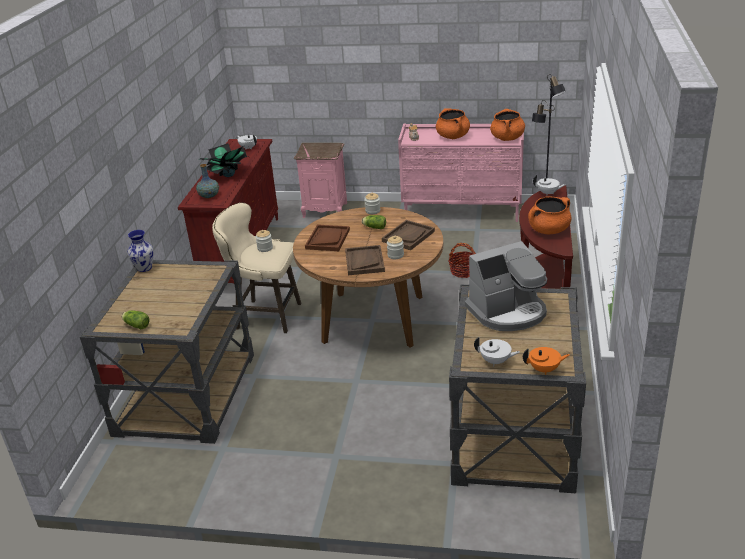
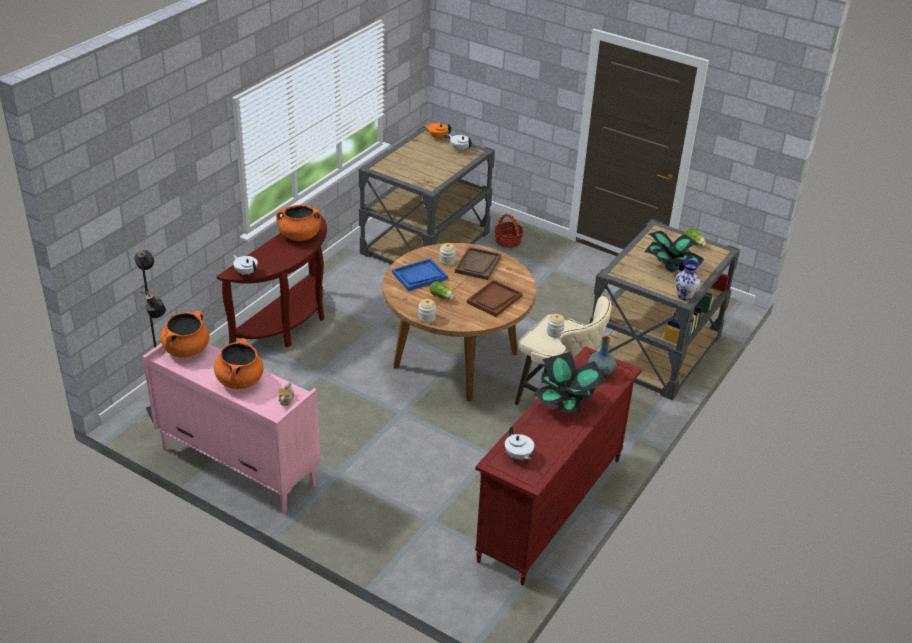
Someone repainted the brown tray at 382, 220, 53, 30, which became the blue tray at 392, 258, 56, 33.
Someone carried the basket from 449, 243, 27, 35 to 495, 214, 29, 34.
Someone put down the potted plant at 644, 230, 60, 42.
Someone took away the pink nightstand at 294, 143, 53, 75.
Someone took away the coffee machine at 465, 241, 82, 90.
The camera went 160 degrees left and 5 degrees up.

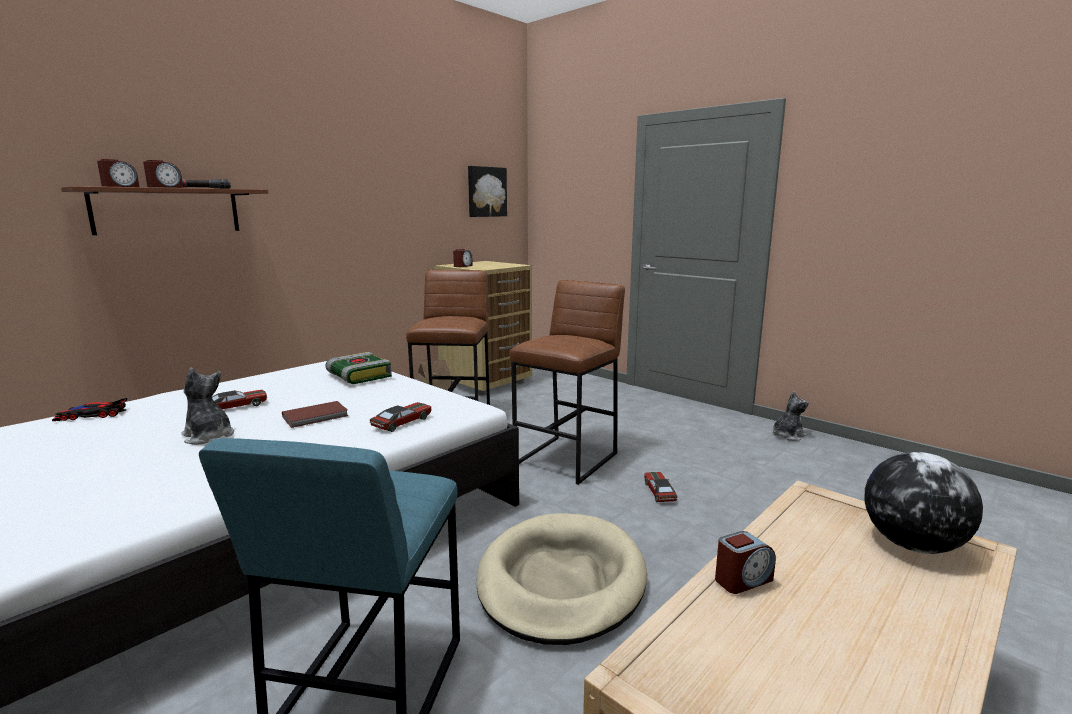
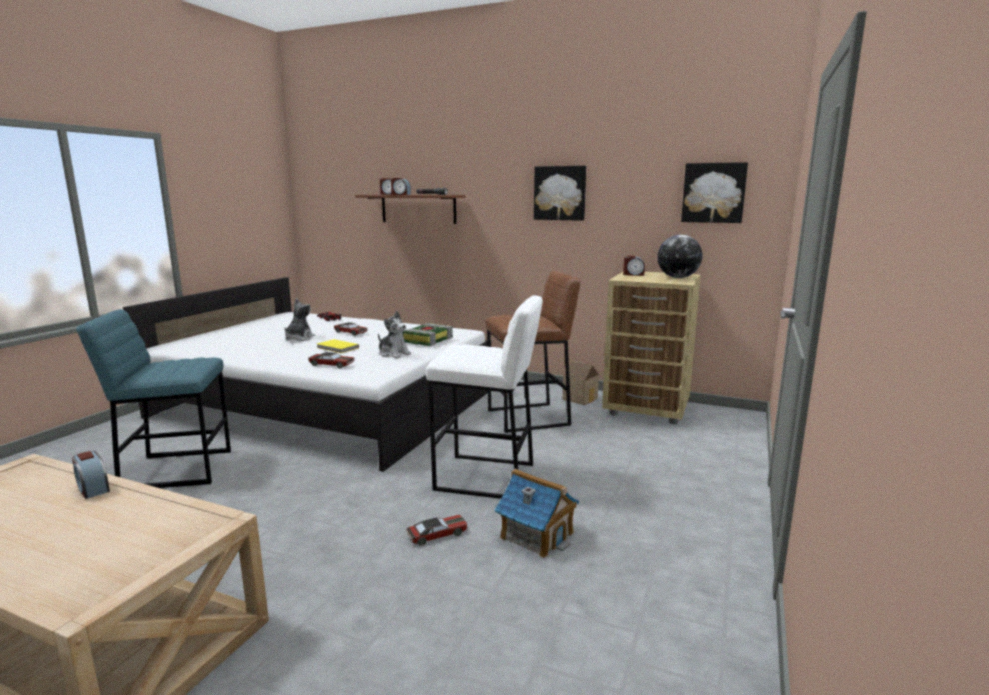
Someone repainted the brown book at 282, 401, 66, 27, which became the yellow book at 317, 339, 42, 14.
Someone carried the plush toy from 772, 391, 37, 50 to 378, 311, 33, 47.
Someone repainted the brown stool at 510, 280, 115, 205, which became the white stool at 426, 295, 117, 204.
Someone put down the toy house at 495, 469, 84, 89.
Someone put up the picture at 534, 166, 52, 55.
Someone carried the globe from 865, 452, 118, 102 to 657, 235, 45, 43.
Someone took away the beige dog bed at 476, 513, 171, 132.
The camera went 70 degrees right and 0 degrees up.

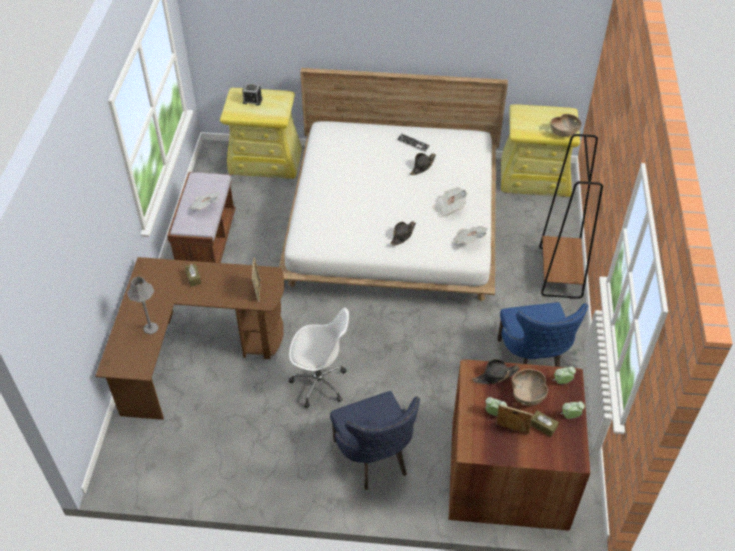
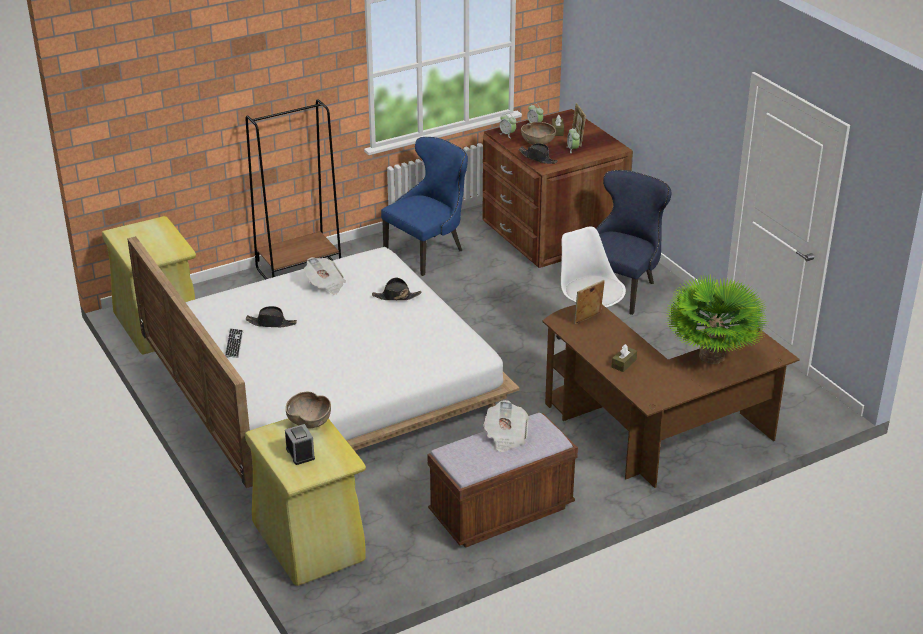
Someone carried the brown bowl from 551, 114, 31, 23 to 286, 392, 45, 37.
Someone swapped the grey table lamp at 127, 276, 32, 59 for the potted plant at 666, 275, 102, 89.
Someone took away the newspaper at 453, 226, 35, 18.
The camera went 125 degrees left and 15 degrees down.

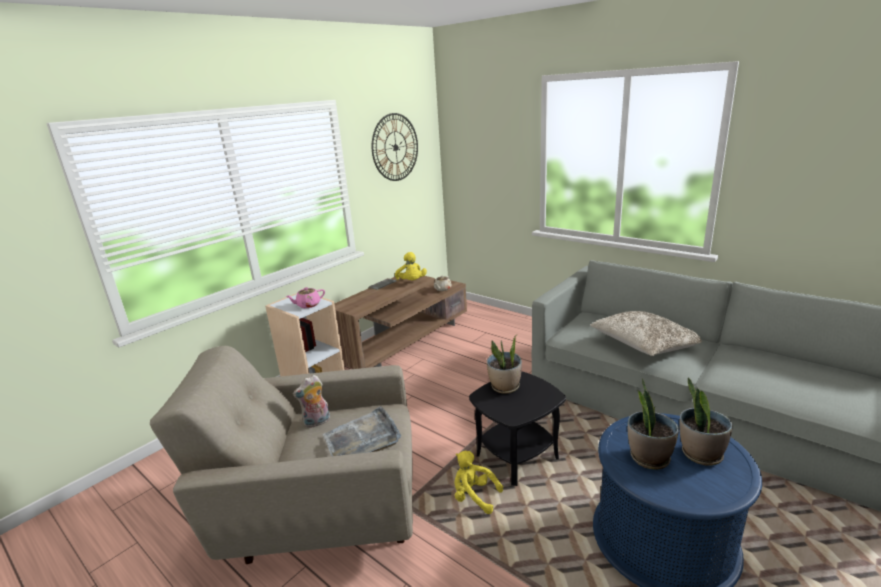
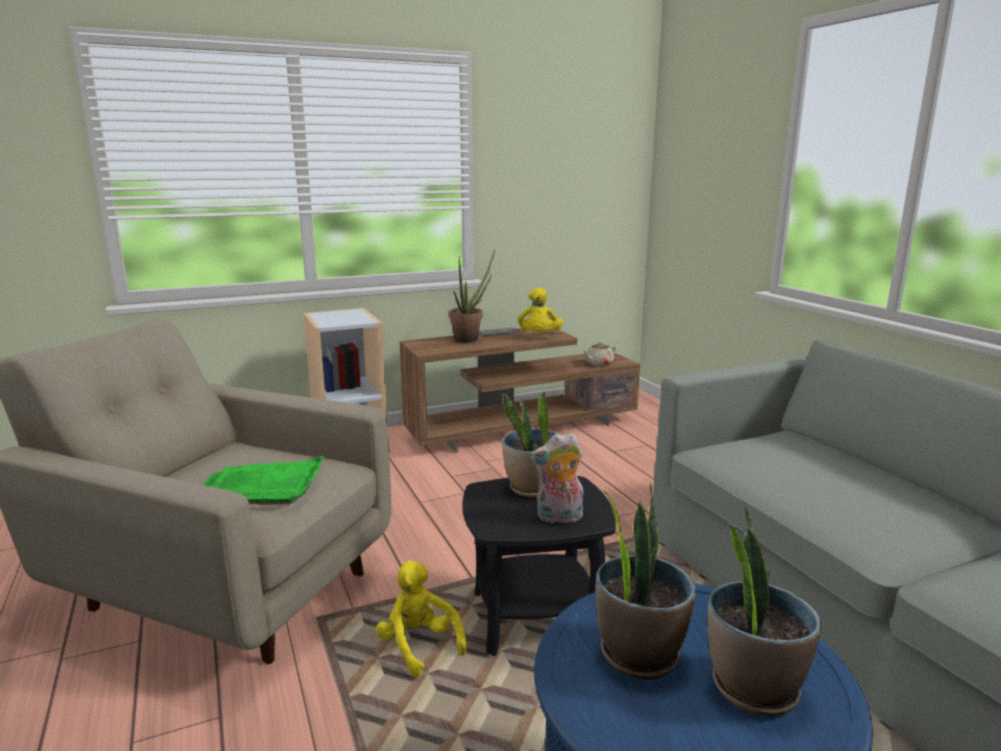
Someone repainted the grey tray at 322, 406, 79, 50, which became the green tray at 203, 456, 121, 49.
Someone put down the potted plant at 449, 249, 46, 93.
Someone carried the plush toy from 293, 375, 37, 53 to 530, 432, 53, 91.
Someone took away the pink teapot at 286, 287, 39, 21.
Someone took away the wall clock at 372, 113, 46, 68.
Someone took away the beige pillow at 590, 311, 112, 45.
The camera went 25 degrees right and 5 degrees down.

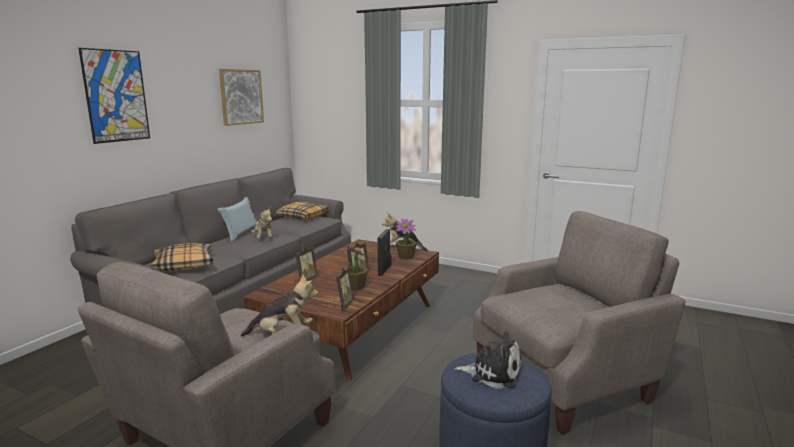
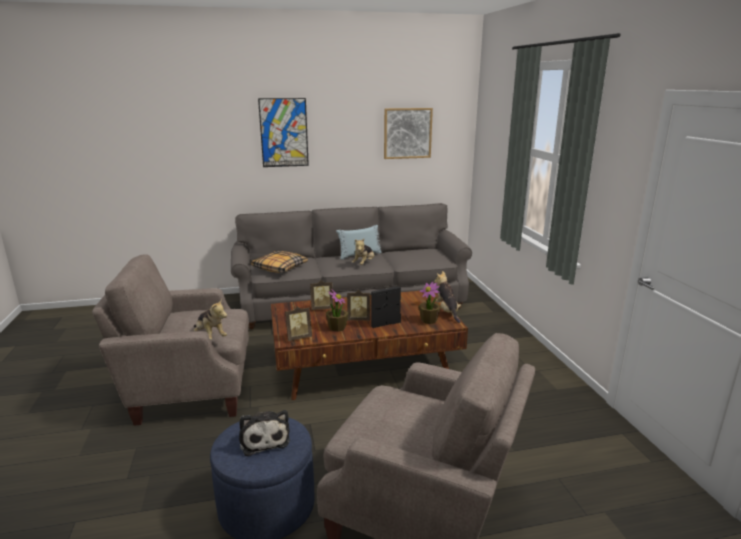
Someone took away the pillow at 276, 202, 53, 18.
The camera went 50 degrees right and 5 degrees up.

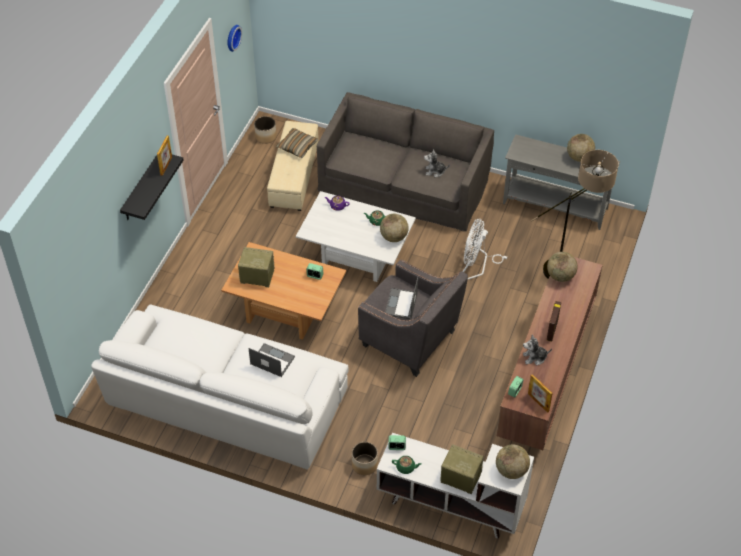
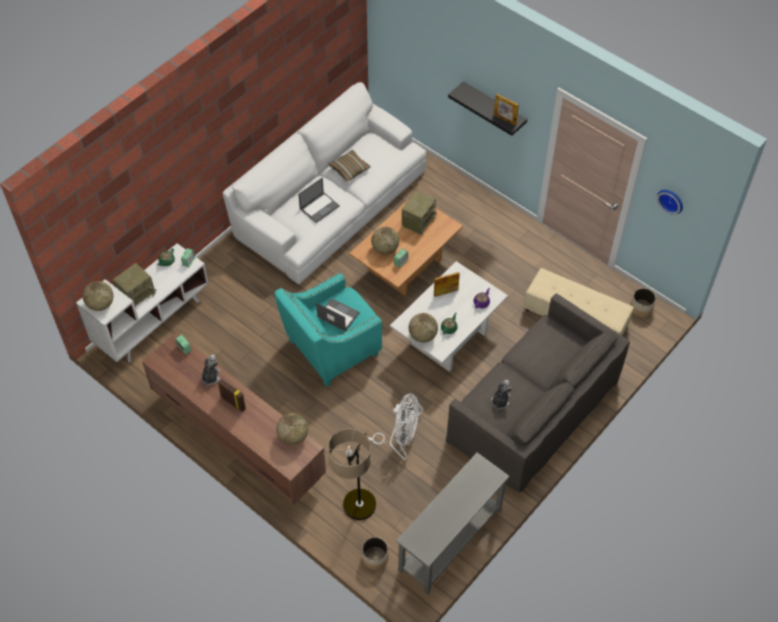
Someone repainted the grey armchair at 358, 260, 110, 117, which became the turquoise armchair at 274, 273, 108, 114.
Someone carried the pillow from 276, 128, 42, 30 to 328, 150, 42, 32.
Someone carried the planter from 352, 442, 26, 33 to 362, 537, 26, 33.
Someone rotated the white fan at 462, 219, 46, 61 by 75 degrees clockwise.
Someone carried the globe from 567, 134, 28, 28 to 371, 227, 28, 28.
Someone carried the picture frame from 528, 374, 25, 39 to 434, 272, 26, 25.
The camera went 110 degrees right and 5 degrees up.

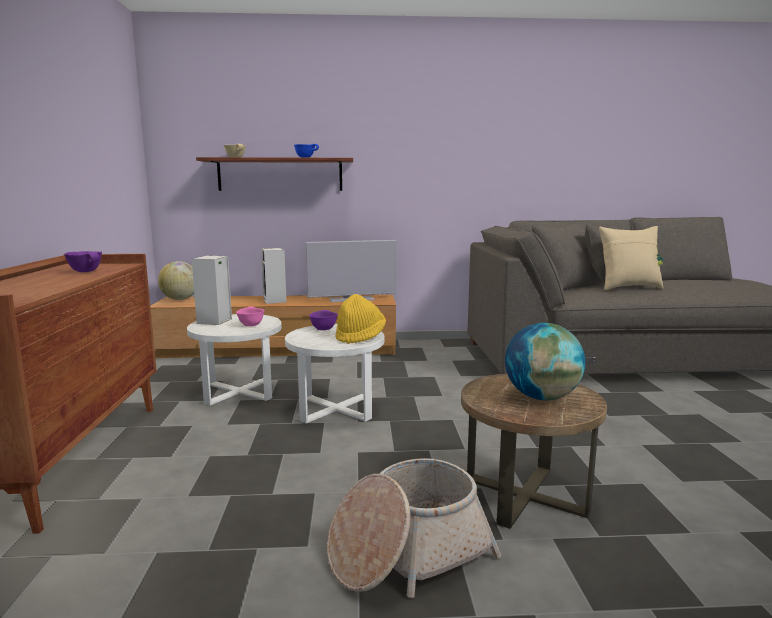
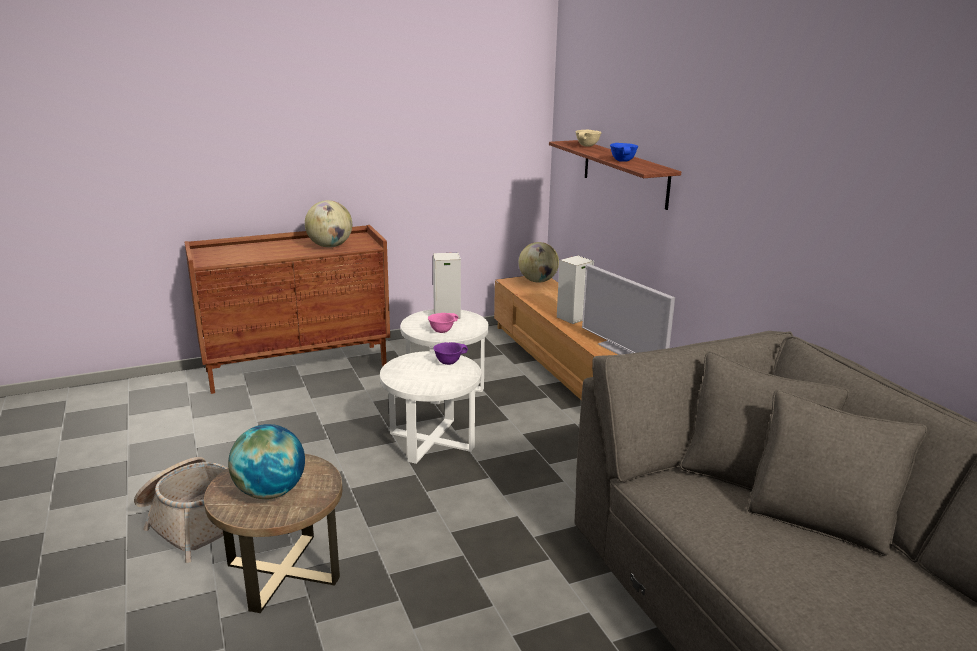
Someone swapped the purple bowl at 64, 251, 38, 21 for the globe at 305, 200, 47, 48.
Someone took away the yellow hat at 335, 294, 51, 50.
Someone took away the beige pillow at 599, 226, 65, 64.
The camera went 70 degrees right and 10 degrees up.

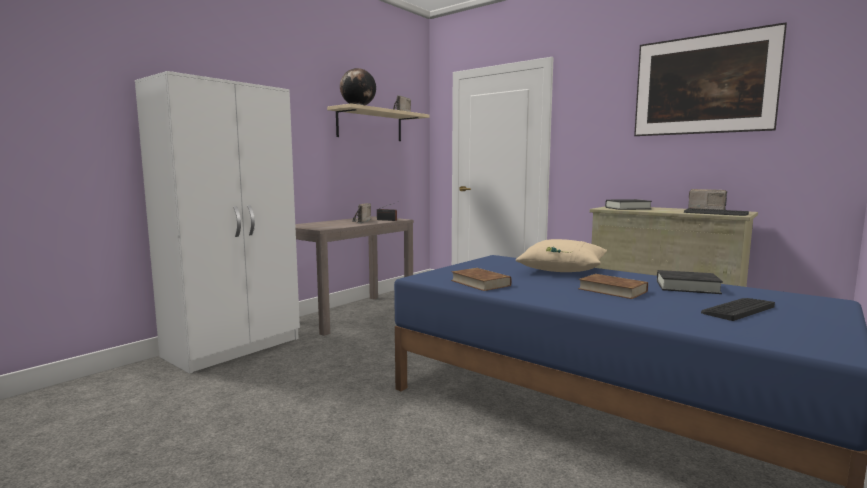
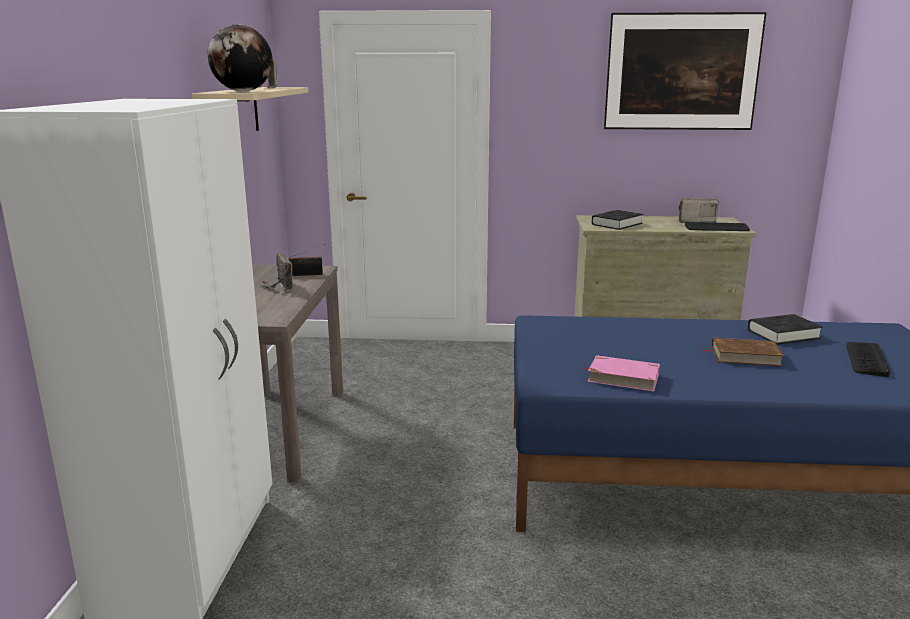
Someone repainted the brown book at 451, 268, 61, 23, which became the pink book at 582, 355, 78, 37.
Someone took away the beige pillow at 516, 239, 91, 33.
The camera went 35 degrees left and 10 degrees up.

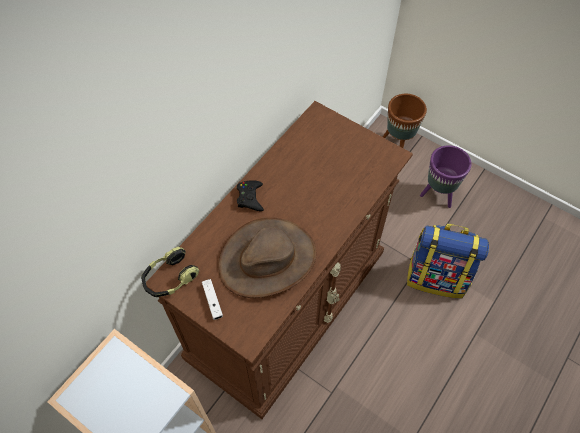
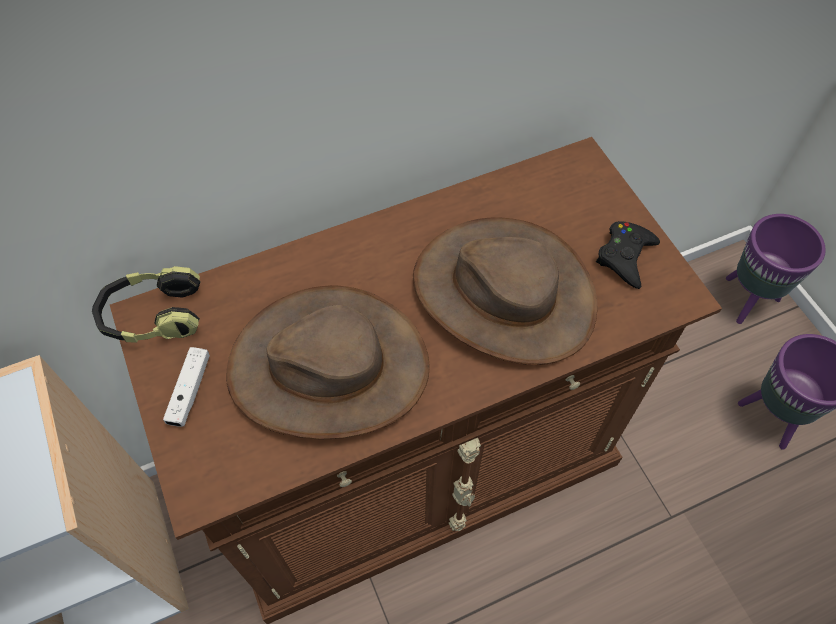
Someone put down the brown hat at 413, 217, 184, 148.
Someone carried the black game controller from 237, 180, 27, 31 to 596, 221, 64, 68.
Someone repainted the brown planter at 383, 94, 44, 54, which became the purple planter at 726, 214, 100, 110.
Someone took away the backpack at 407, 224, 82, 75.
The camera went 30 degrees right and 0 degrees up.

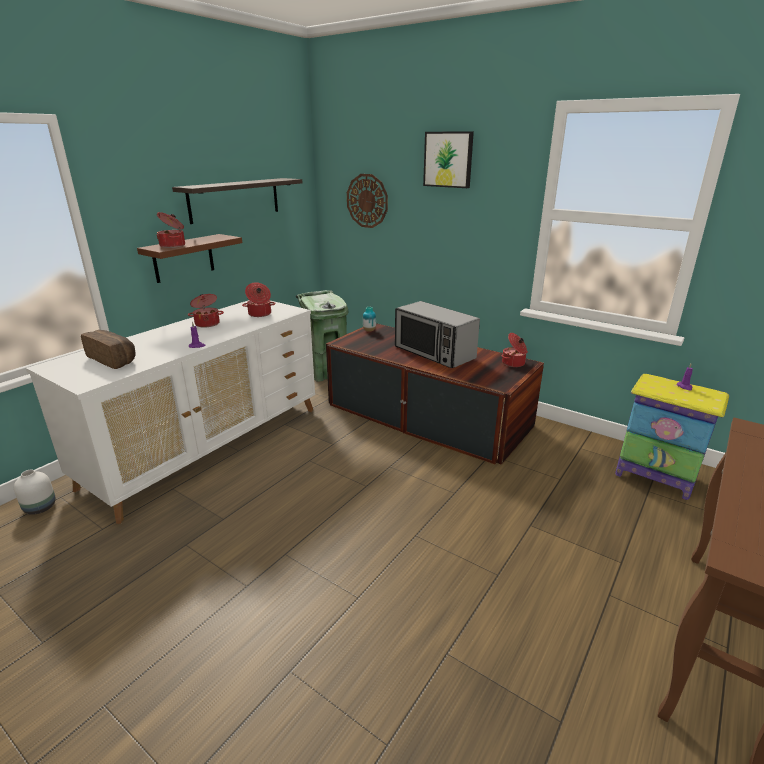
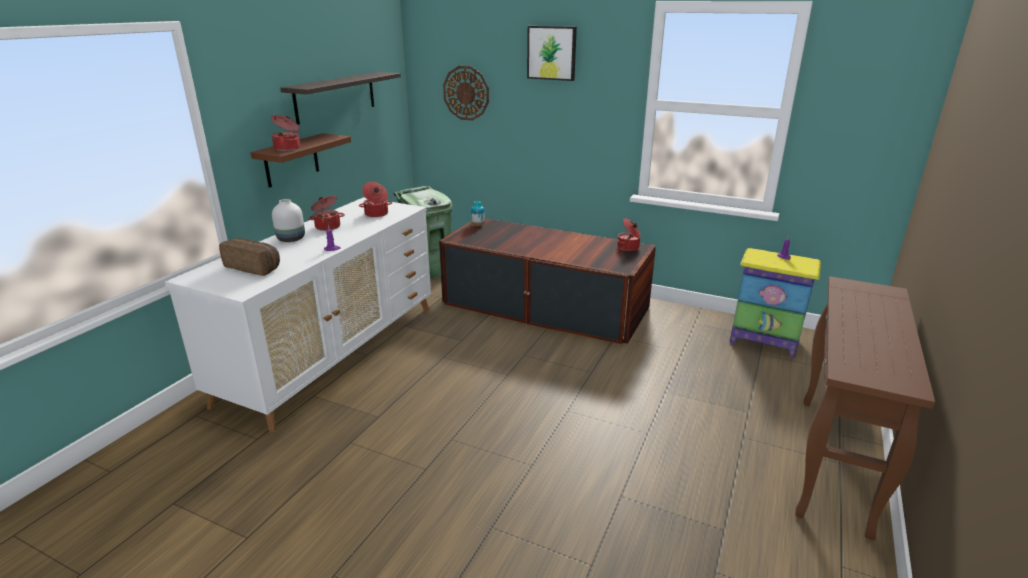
Someone carried the white vase from 14, 470, 42, 45 to 272, 199, 33, 43.
Someone took away the microwave at 395, 301, 85, 67.
The camera went 10 degrees left and 0 degrees up.

